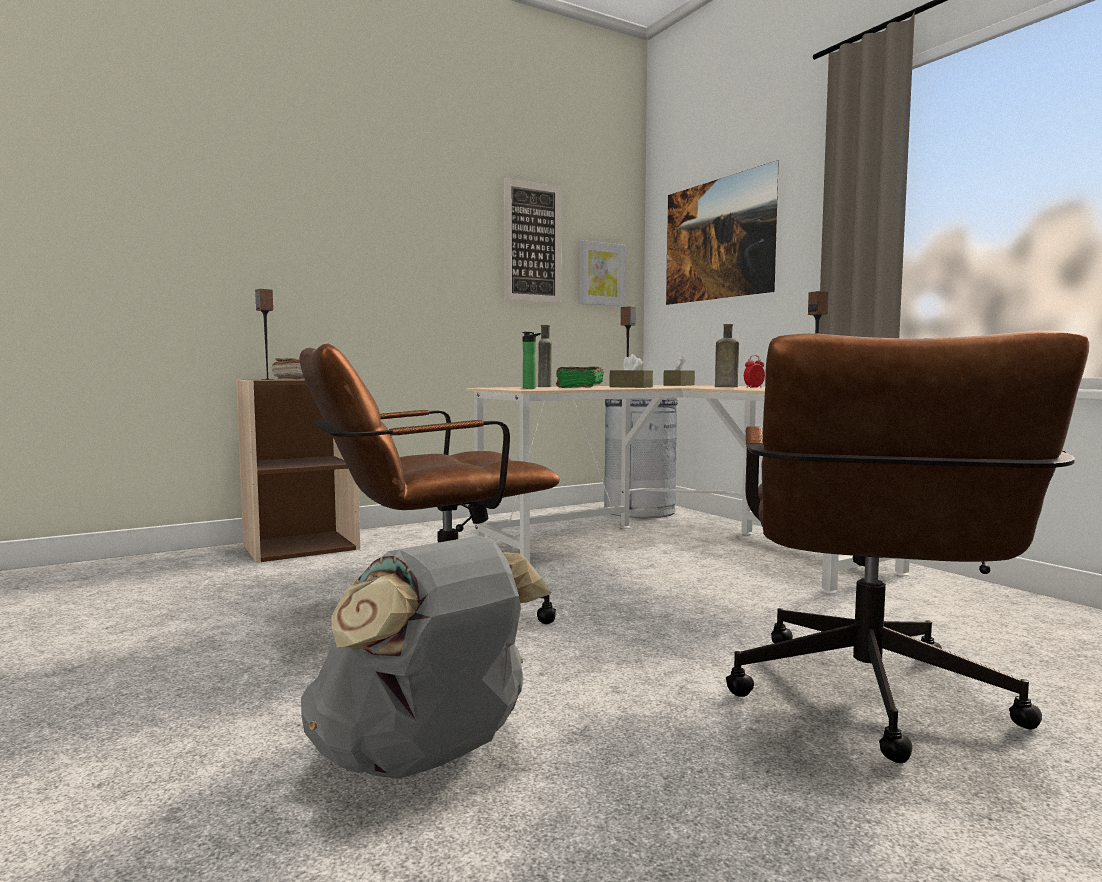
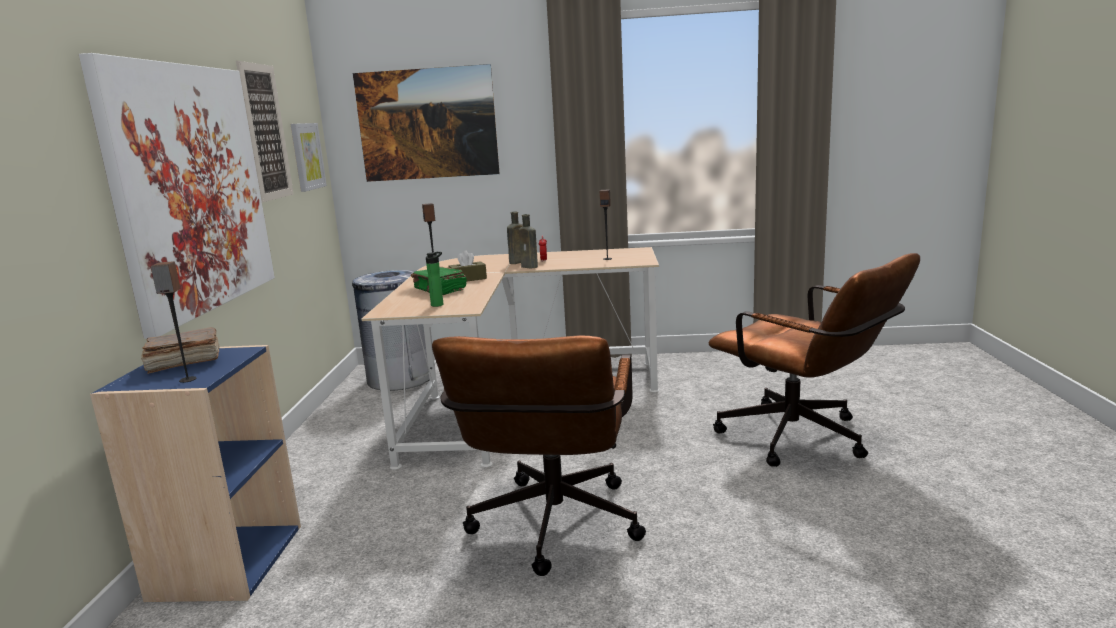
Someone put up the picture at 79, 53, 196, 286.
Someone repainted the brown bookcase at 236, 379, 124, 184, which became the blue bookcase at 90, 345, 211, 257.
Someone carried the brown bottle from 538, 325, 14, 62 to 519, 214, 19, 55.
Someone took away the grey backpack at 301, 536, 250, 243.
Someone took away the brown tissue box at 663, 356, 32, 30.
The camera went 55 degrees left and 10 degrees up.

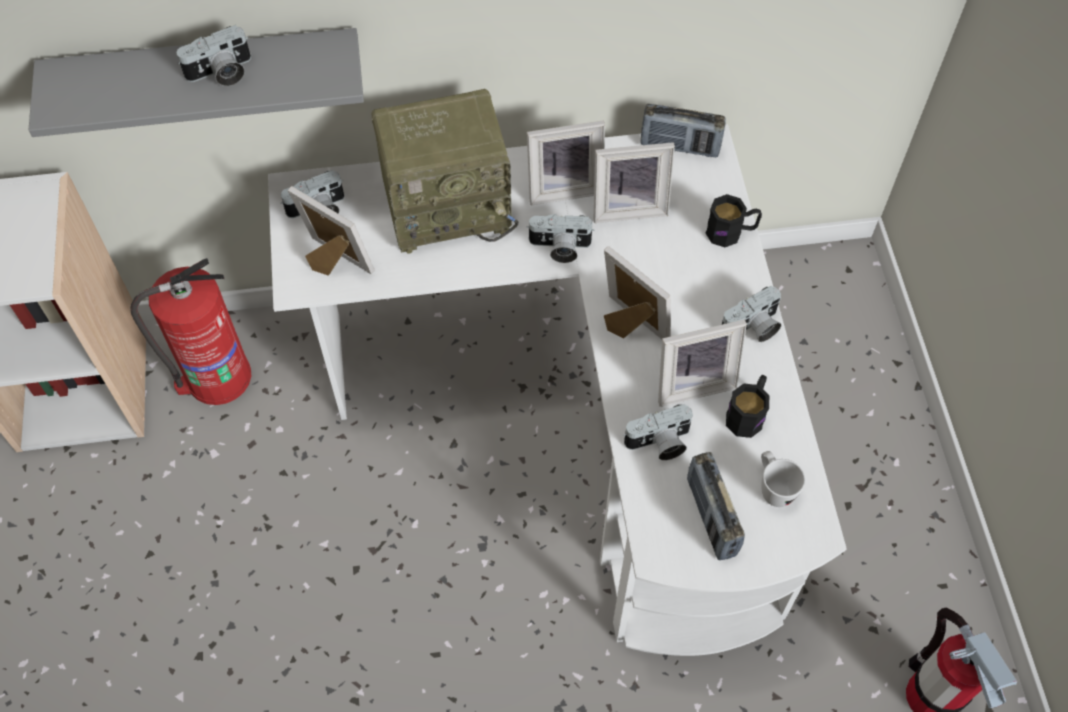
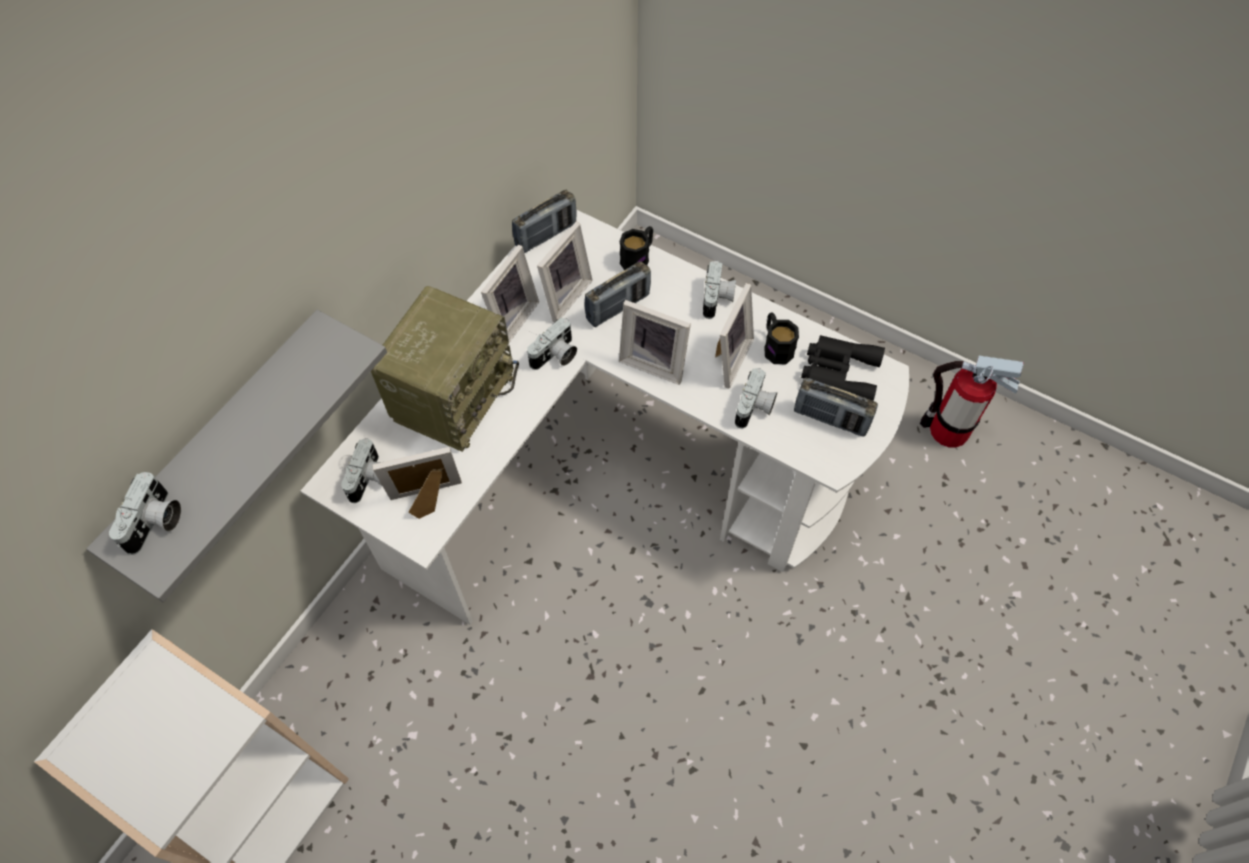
Someone carried the photo camera from 177, 25, 74, 61 to 109, 472, 72, 83.
Someone put down the radio at 584, 261, 67, 66.
Someone rotated the picture frame at 604, 246, 67, 93 by 150 degrees counterclockwise.
Someone swapped the white mug at 761, 451, 44, 56 for the black binoculars at 801, 335, 84, 66.
Someone took away the fire extinguisher at 130, 258, 121, 147.
The camera went 50 degrees left and 0 degrees up.

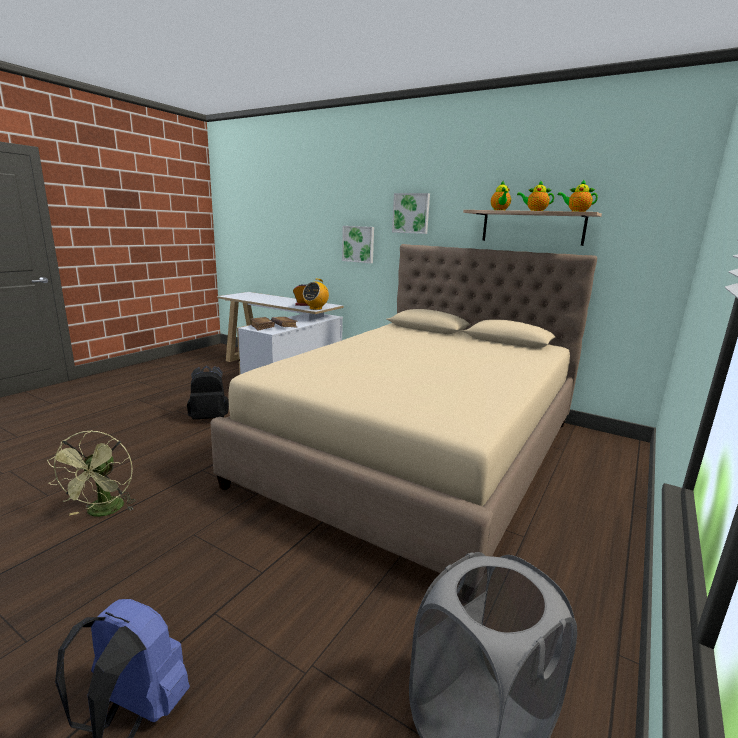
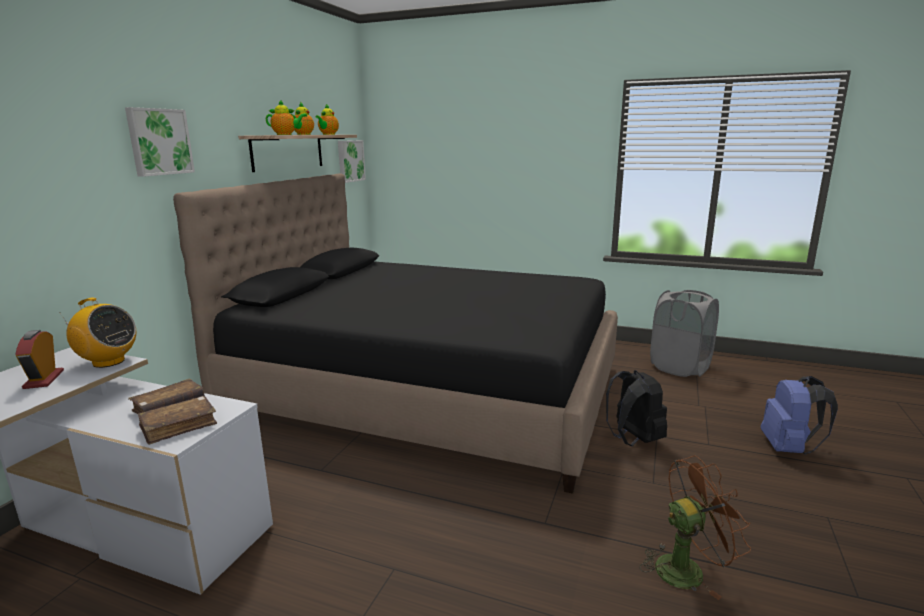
Someone repainted the beige bed at 211, 244, 386, 329, which became the black bed at 173, 173, 445, 321.
Someone carried the picture from 342, 226, 32, 37 to 338, 140, 28, 43.
Someone carried the black backpack from 187, 366, 42, 54 to 606, 370, 61, 76.
Someone repainted the green fan at 47, 430, 90, 87, which became the brown fan at 640, 456, 111, 144.
The camera went 100 degrees left and 0 degrees up.

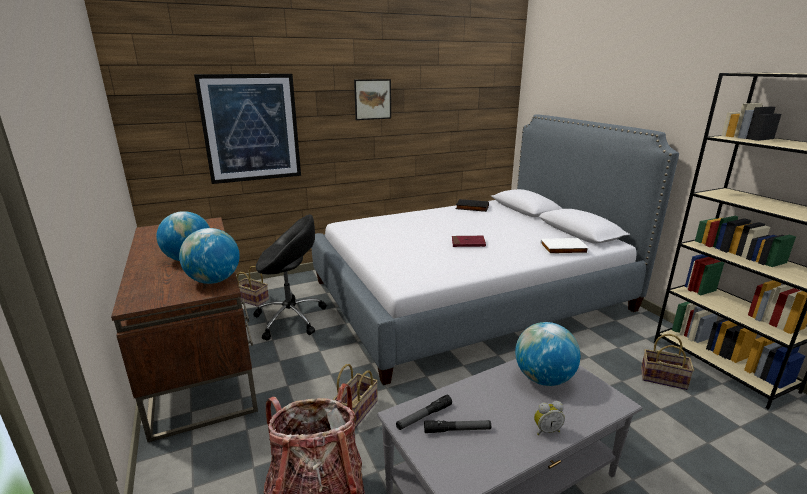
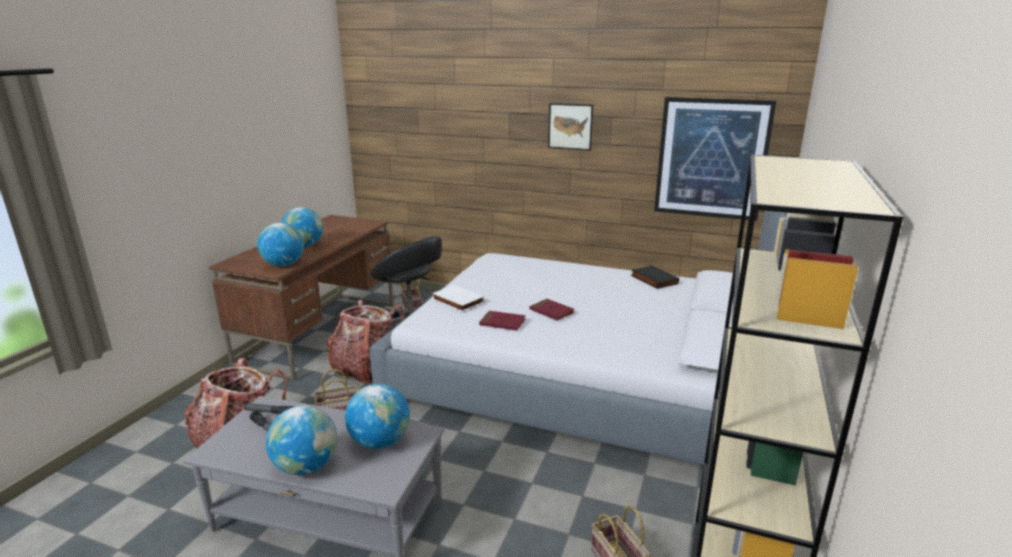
Someone swapped the alarm clock at 534, 401, 31, 34 for the globe at 266, 405, 71, 70.
Someone put down the backpack at 327, 300, 78, 84.
Someone carried the white book from 540, 238, 49, 16 to 432, 285, 52, 27.
Someone put down the red book at 479, 311, 47, 19.
Someone carried the picture from 194, 74, 107, 110 to 654, 97, 122, 124.
The camera went 45 degrees right and 0 degrees up.

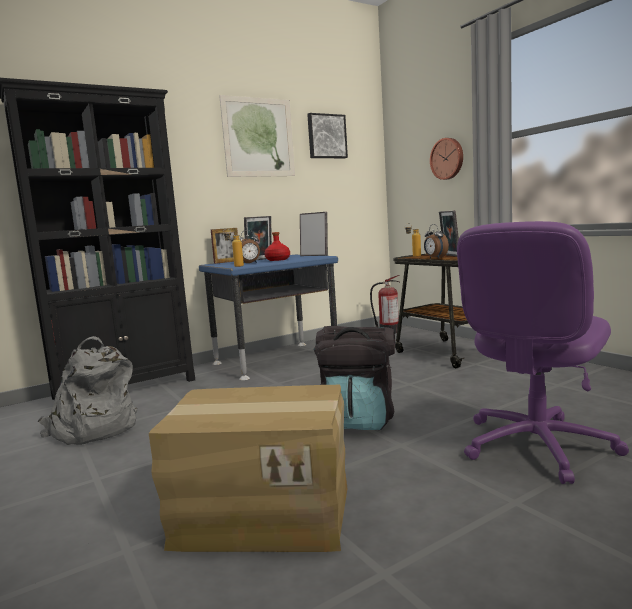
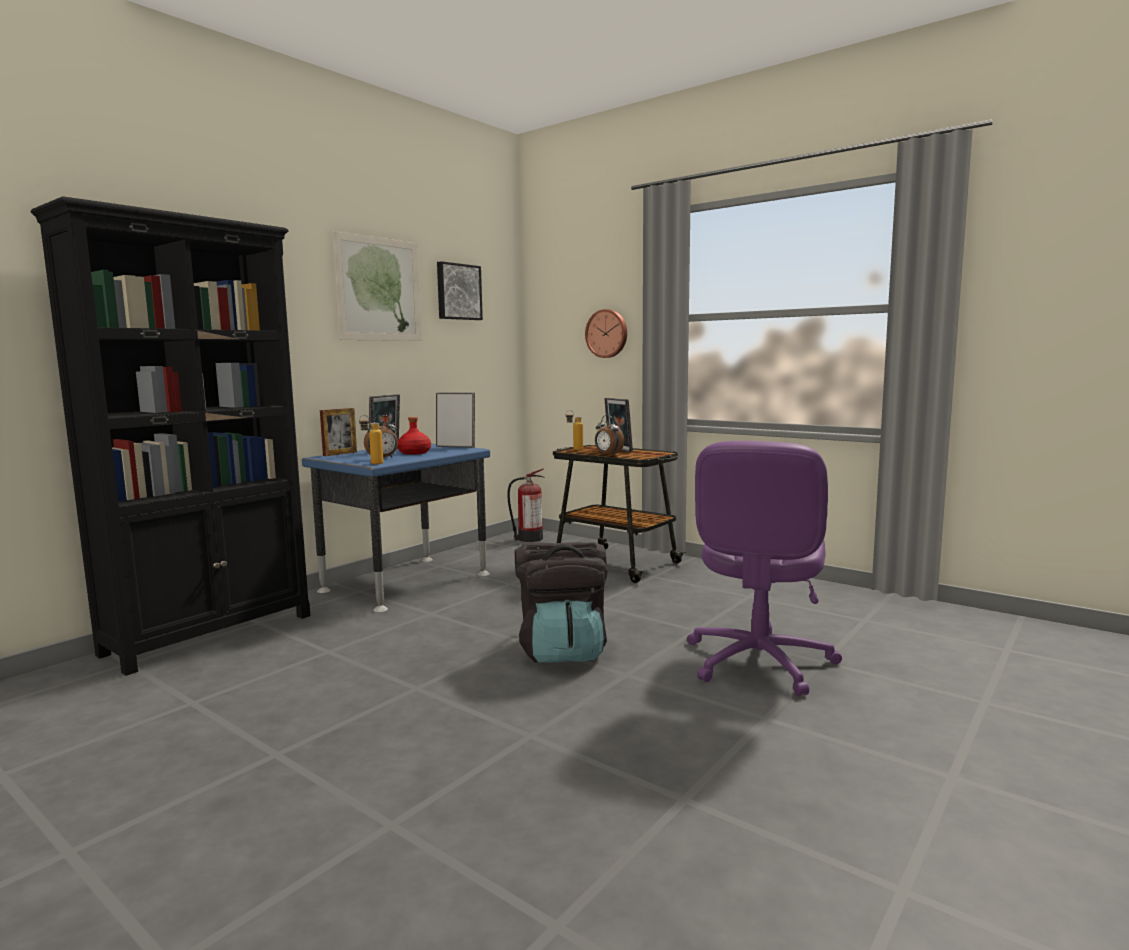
Someone took away the grey backpack at 38, 336, 100, 109.
Someone took away the cardboard box at 149, 385, 199, 167.
The camera went 20 degrees left and 0 degrees up.

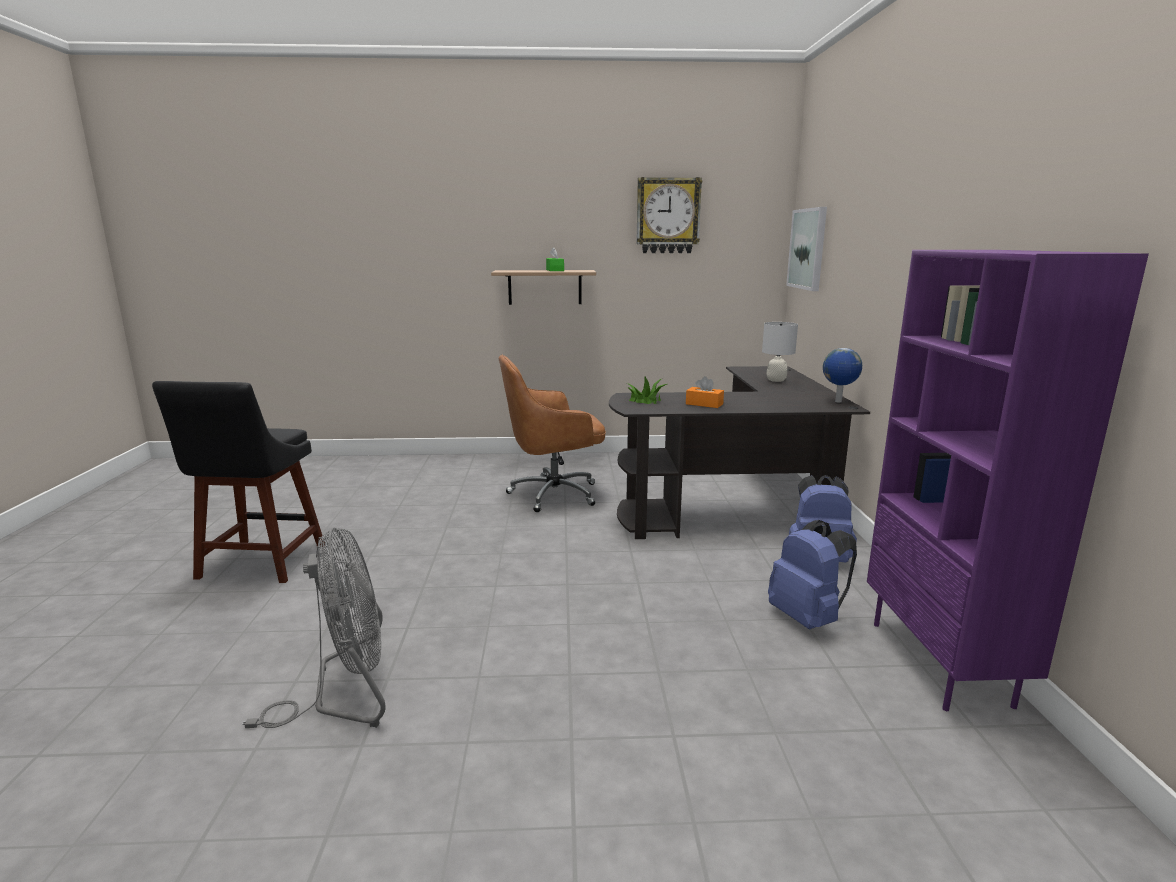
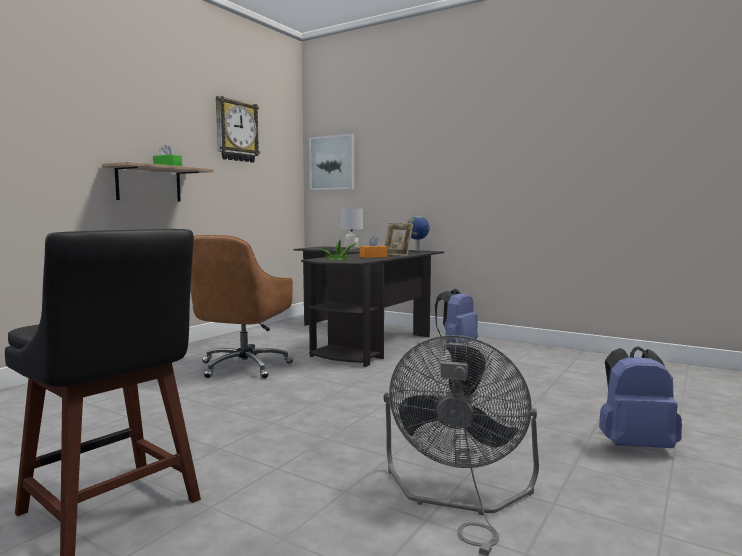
Someone put down the picture frame at 384, 223, 29, 33.
Someone carried the blue backpack from 768, 520, 89, 109 to 599, 346, 83, 102.
Someone took away the purple bookcase at 867, 250, 282, 461.
The camera went 55 degrees left and 10 degrees down.

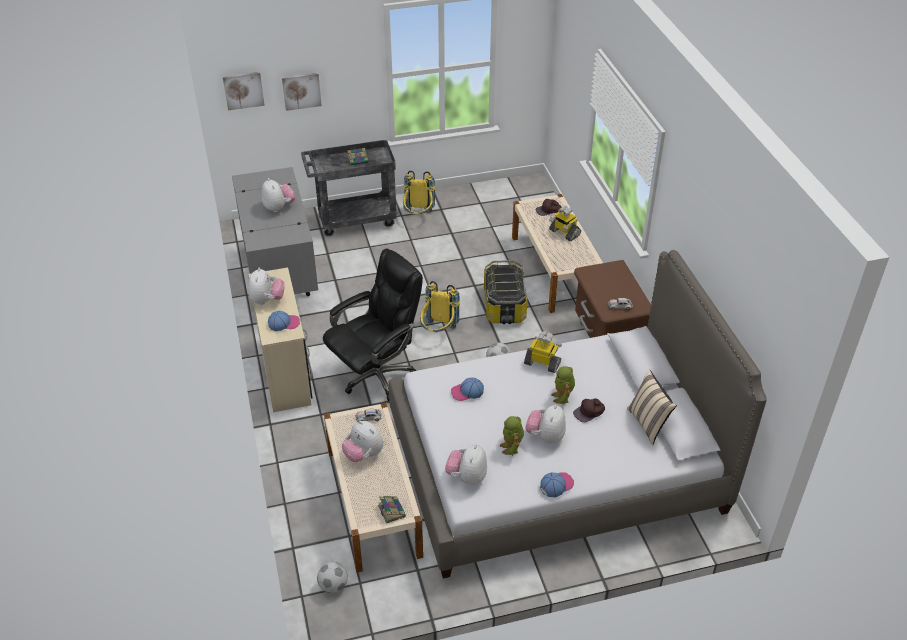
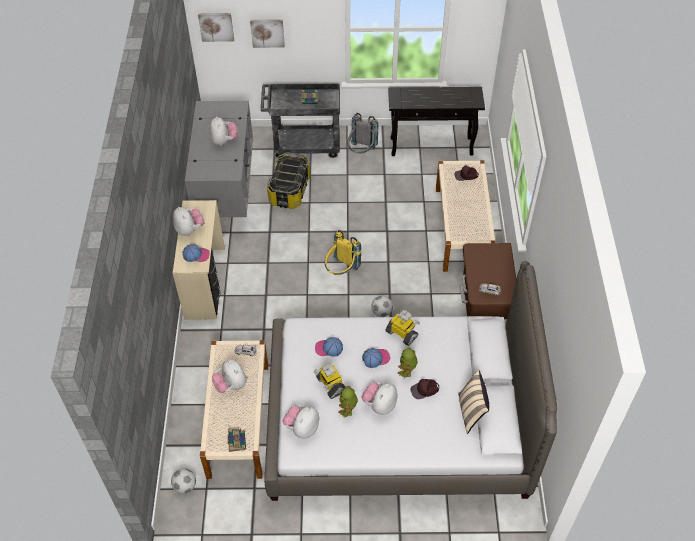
Someone rotated the plush toy at 248, 268, 36, 37 by 45 degrees counterclockwise.
Someone carried the storage box from 484, 260, 43, 64 to 267, 152, 43, 57.
Someone carried the toy robot from 549, 206, 32, 35 to 313, 363, 33, 36.
Someone repainted the yellow backpack at 403, 171, 32, 43, which became the grey backpack at 348, 113, 31, 41.
Someone carried the cap from 540, 472, 34, 25 to 362, 348, 28, 20.
Someone put down the black console table at 388, 87, 97, 69.
Someone took away the black office chair at 323, 248, 100, 153.
The camera went 15 degrees right and 10 degrees up.

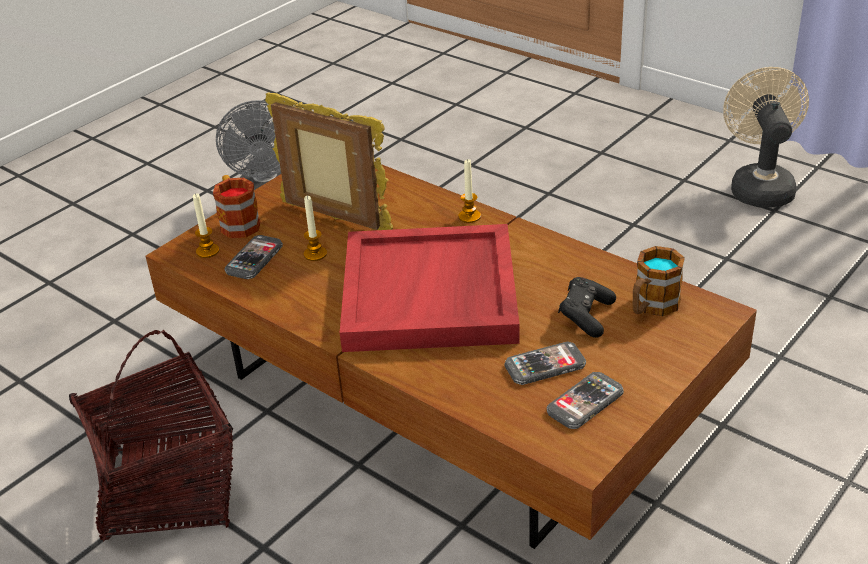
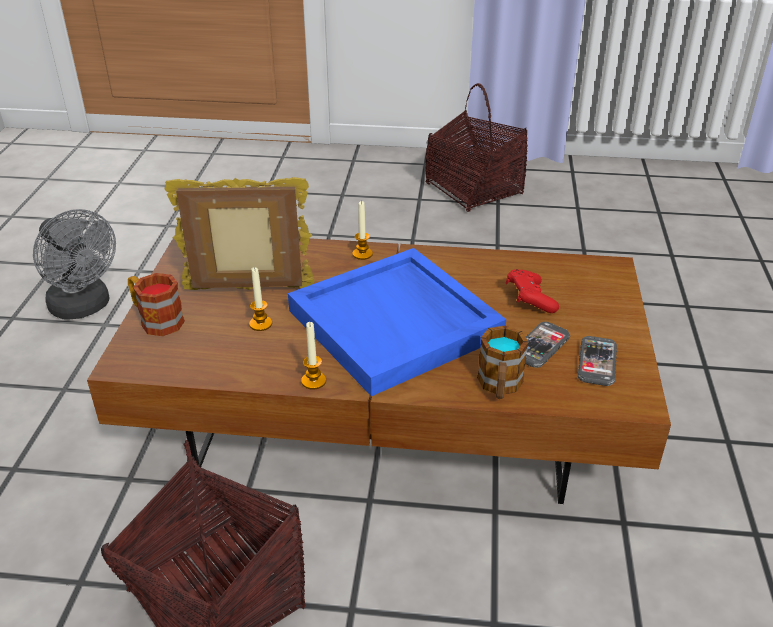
Someone repainted the red tray at 340, 224, 180, 128, which became the blue tray at 288, 248, 218, 148.
Someone carried the candle from 193, 193, 26, 65 to 301, 322, 25, 68.
Someone swapped the beige fan at 723, 67, 86, 141 for the basket at 425, 83, 103, 129.
Someone carried the mug from 632, 246, 53, 70 to 477, 326, 51, 73.
Someone repainted the black game controller at 558, 277, 58, 61, which became the red game controller at 506, 269, 53, 44.
Someone took away the phone at 224, 235, 59, 44.
The camera went 35 degrees left and 0 degrees up.

